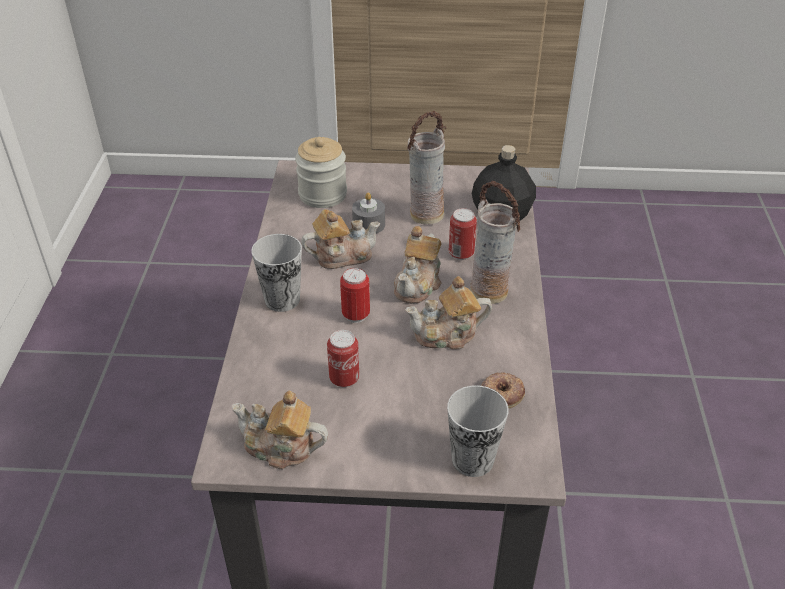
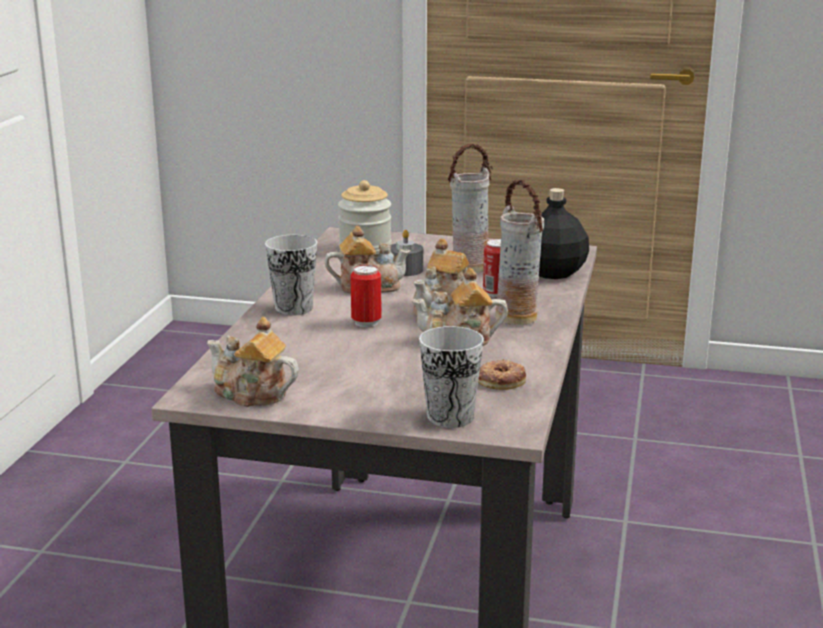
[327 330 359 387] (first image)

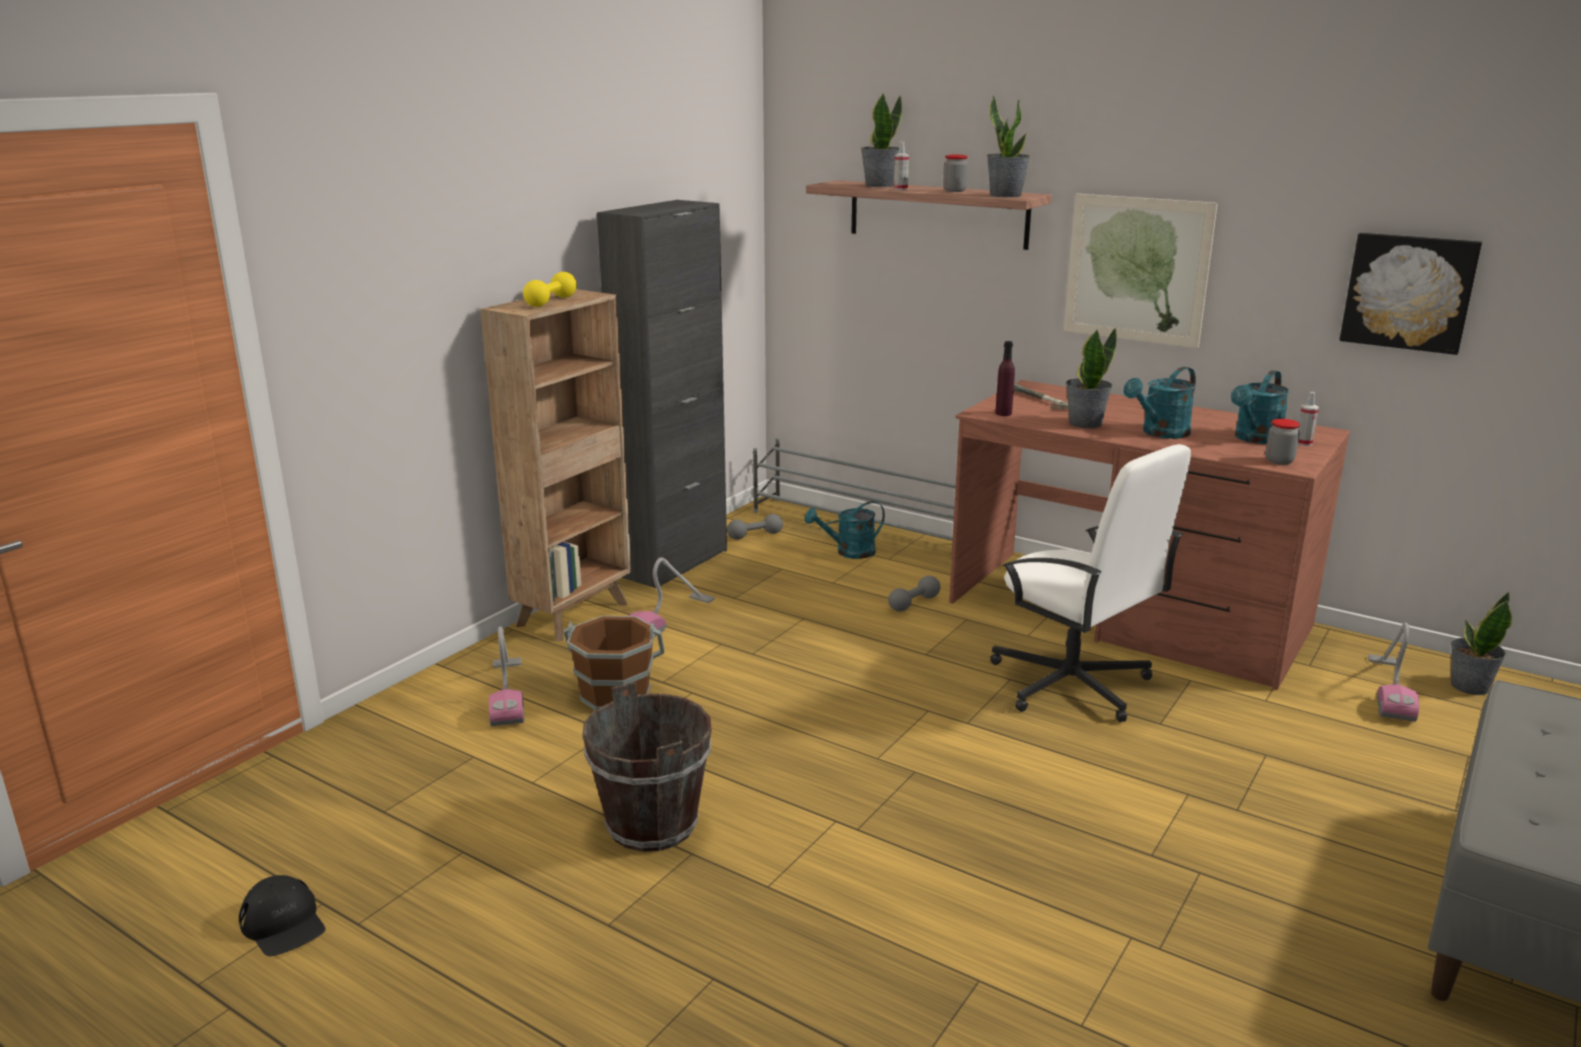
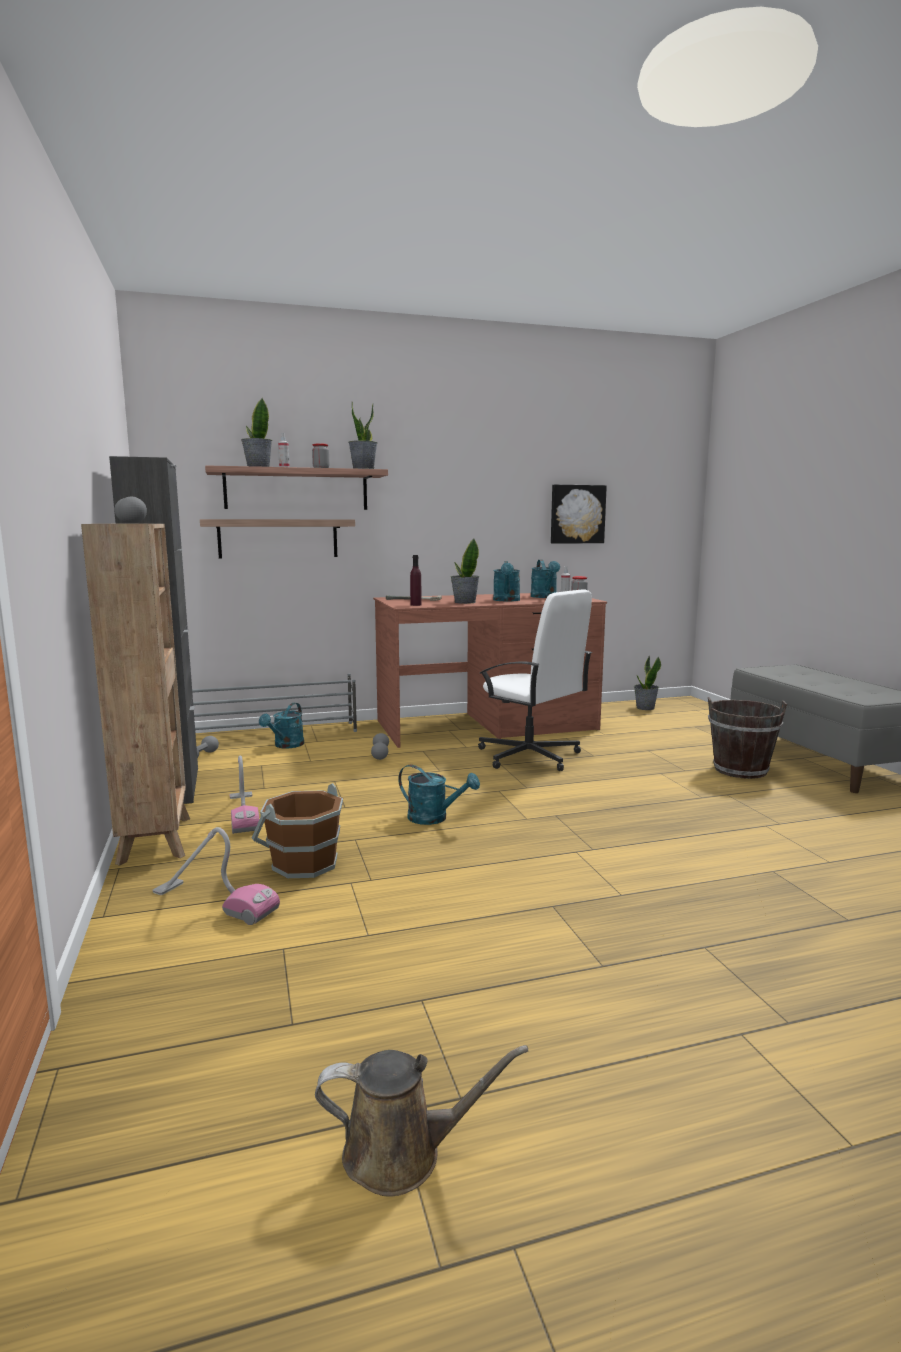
[1064 194 1218 348] (first image)
[1368 623 1419 722] (first image)
[200 519 355 558]
[398 765 480 825]
[708 697 787 779]
[315 1045 528 1197]
[114 496 147 523]
[478 590 592 771]

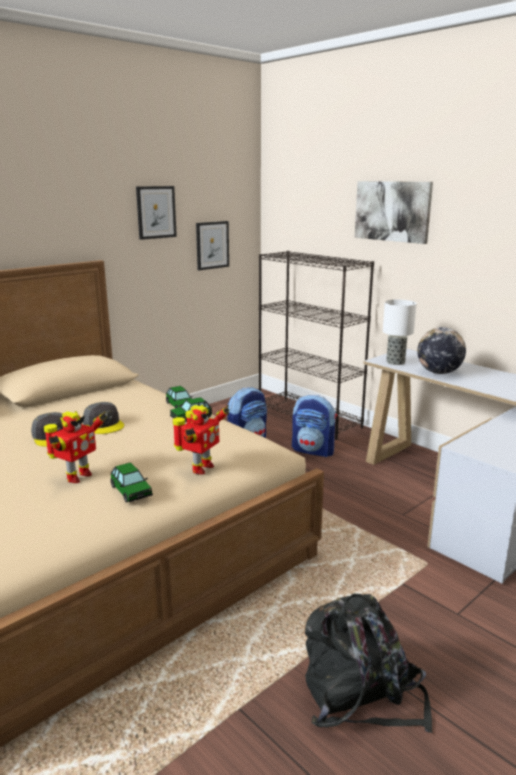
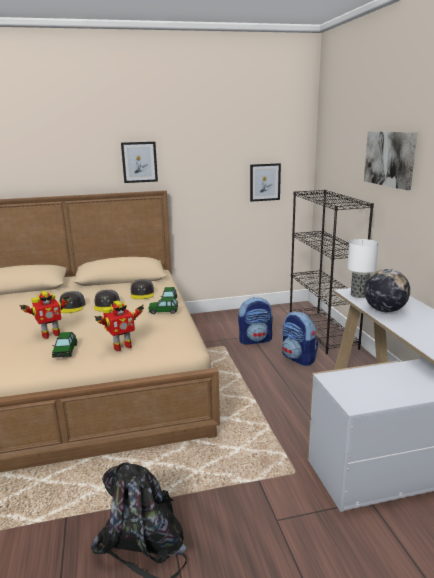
[131 279 154 299]
[121 142 158 183]

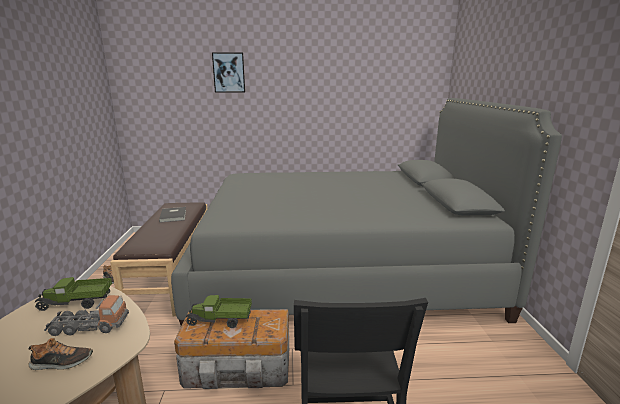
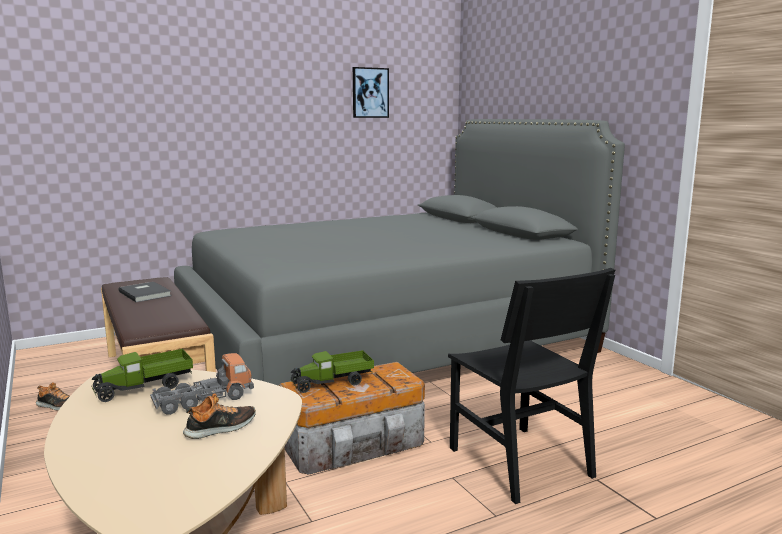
[353 67 389 118]

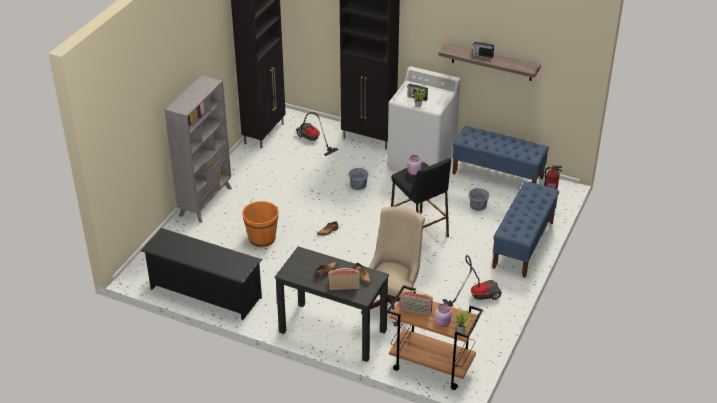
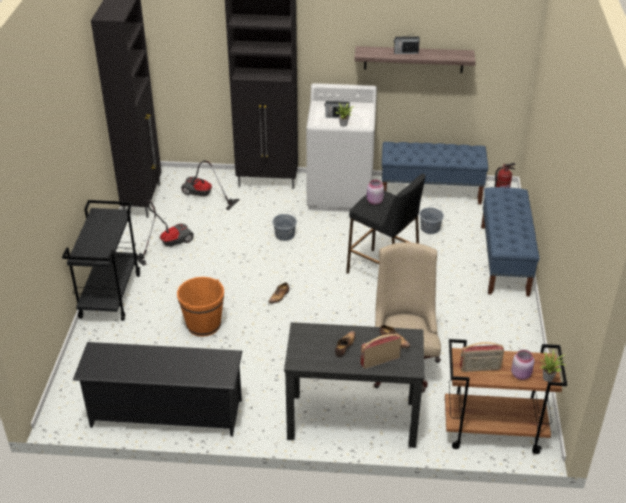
[137 200 194 266]
[62 200 140 321]

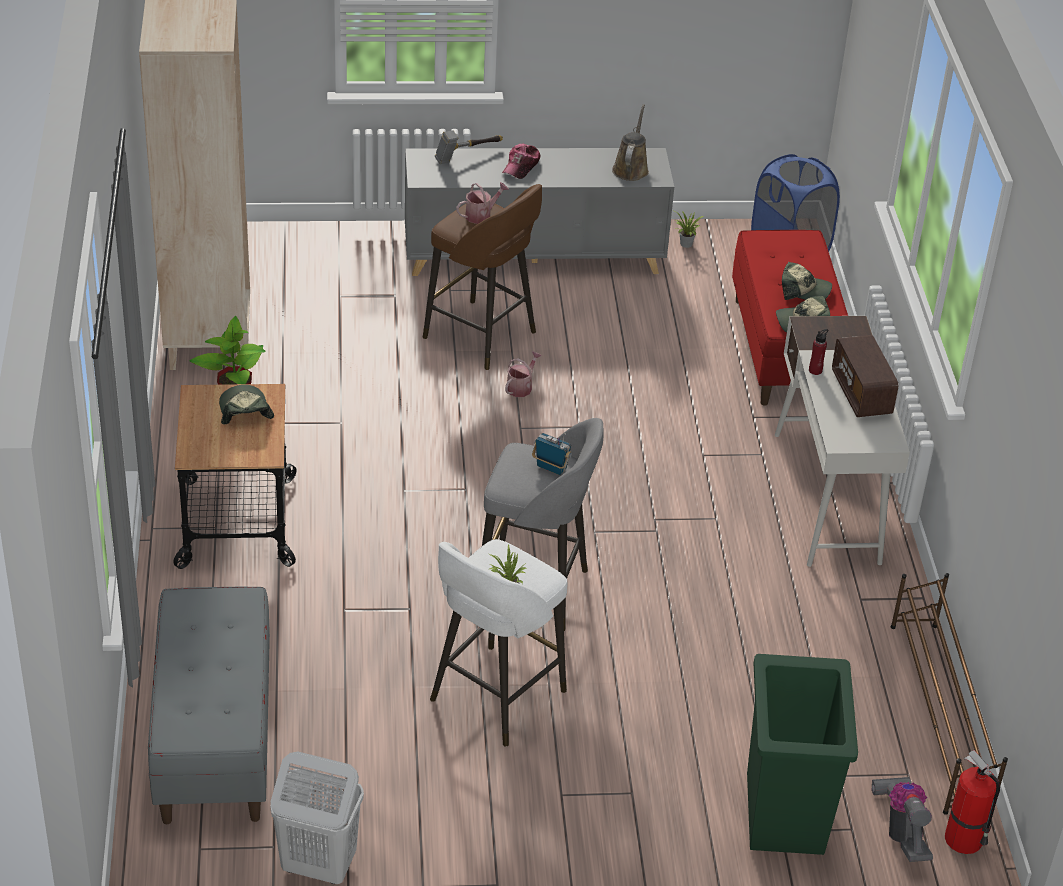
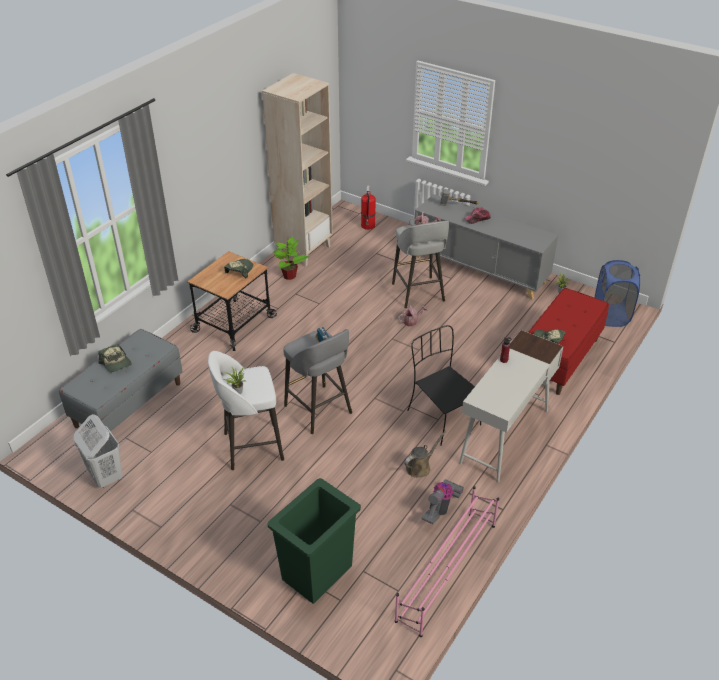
[832 335 898 417] (first image)
[407 325 481 446]
[404 431 446 478]
[98 344 132 372]
[421 479 464 524]
[361 185 376 230]
[392 221 449 308]
[395 486 499 637]

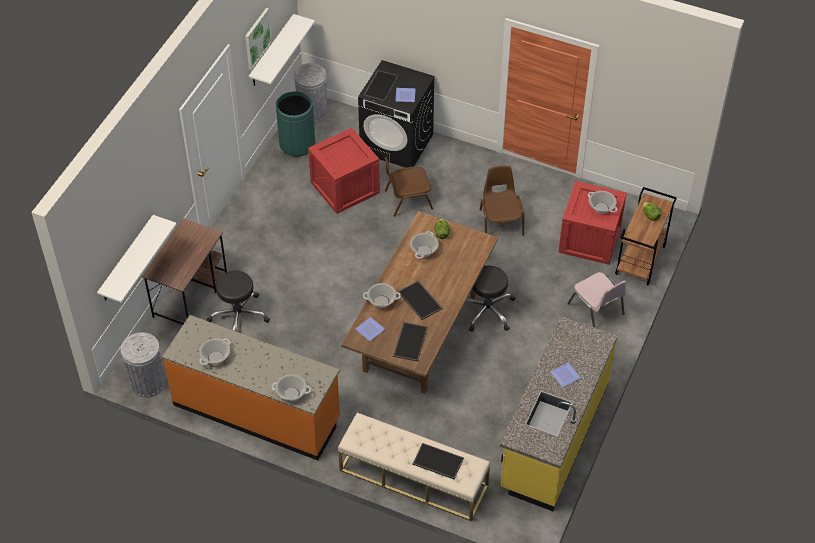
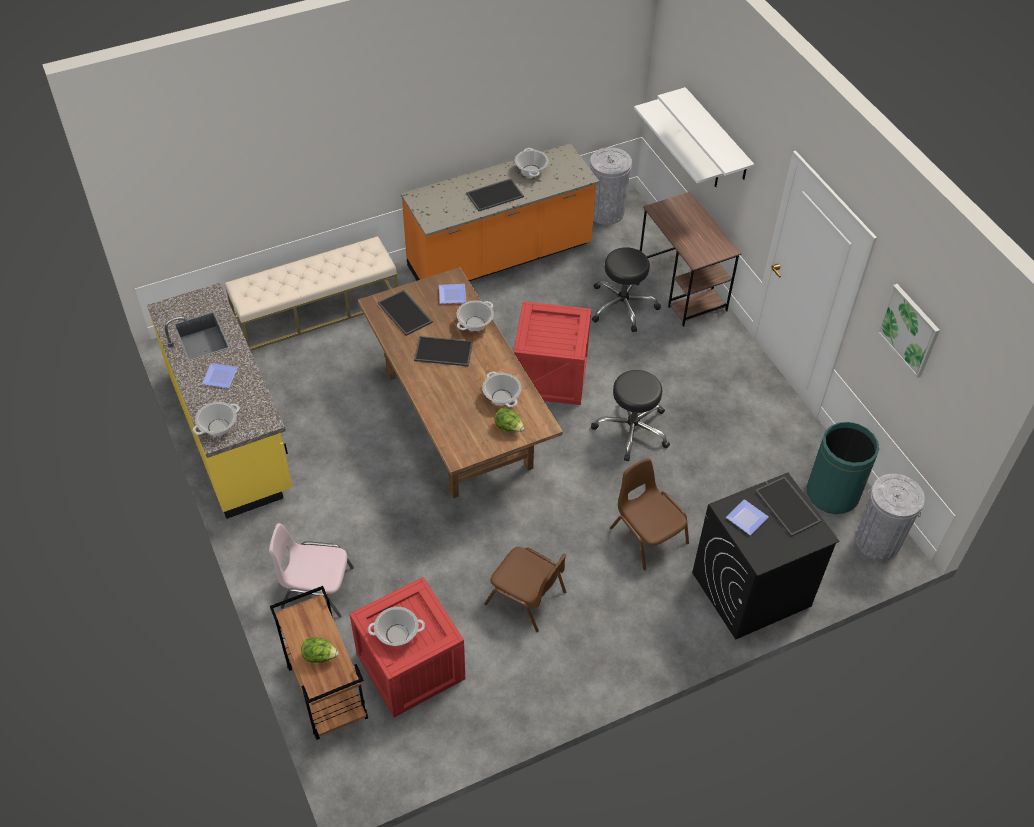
[657 87 754 180]
[193 402 240 436]
[514 301 591 405]
[466 178 524 211]
[591 370 670 461]
[610 458 689 570]

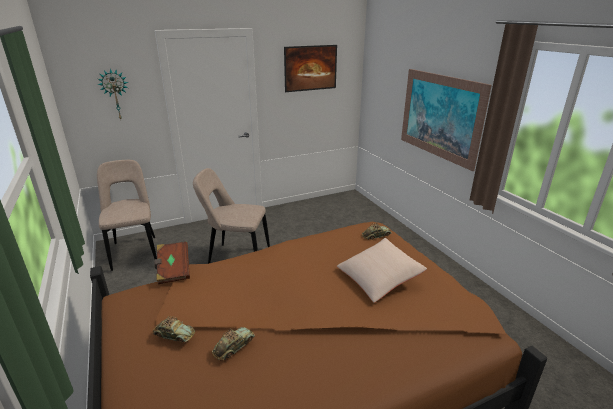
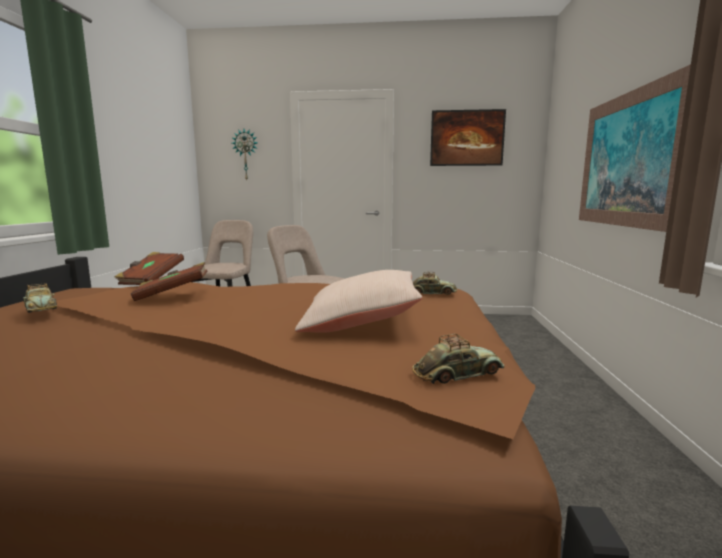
[131 262 208 301]
[412 334 505 384]

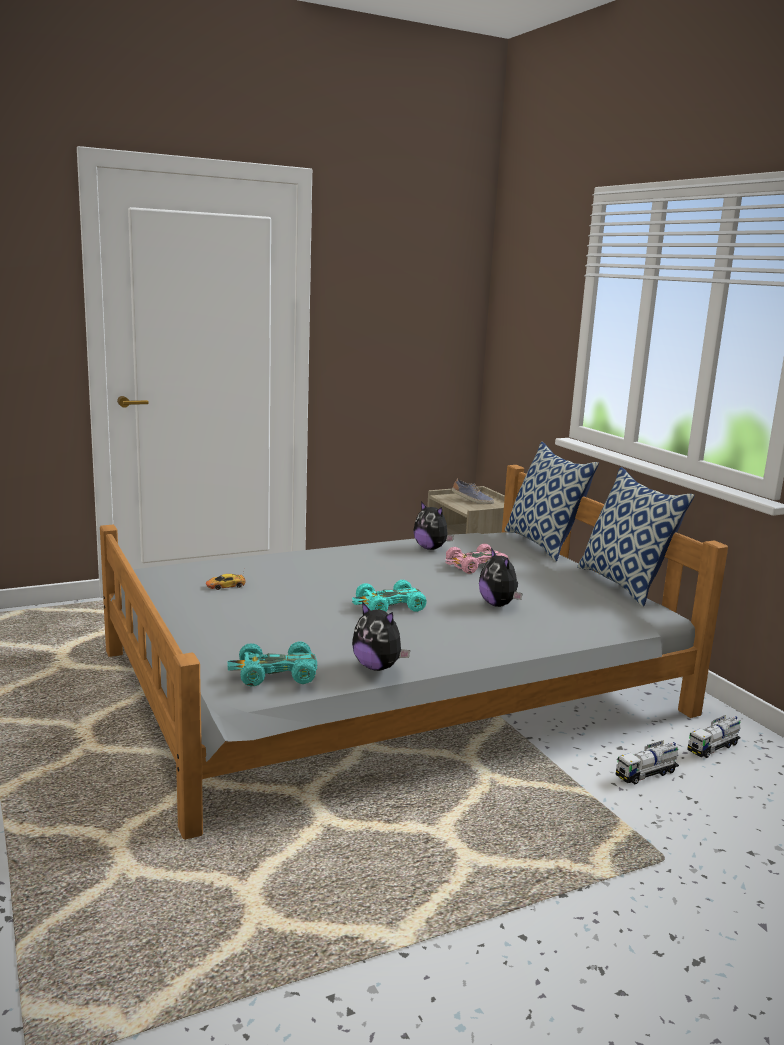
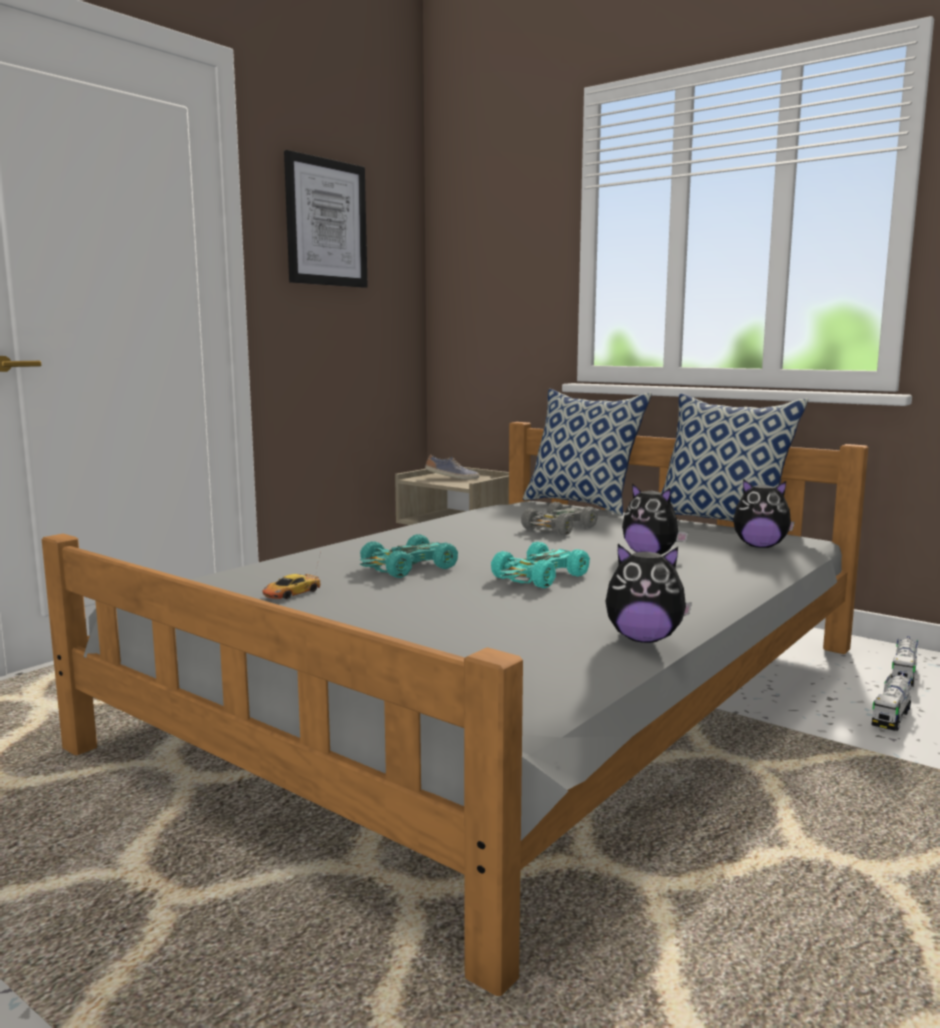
[284 150 368 288]
[360 534 458 578]
[733 479 795 548]
[521 502 598 535]

